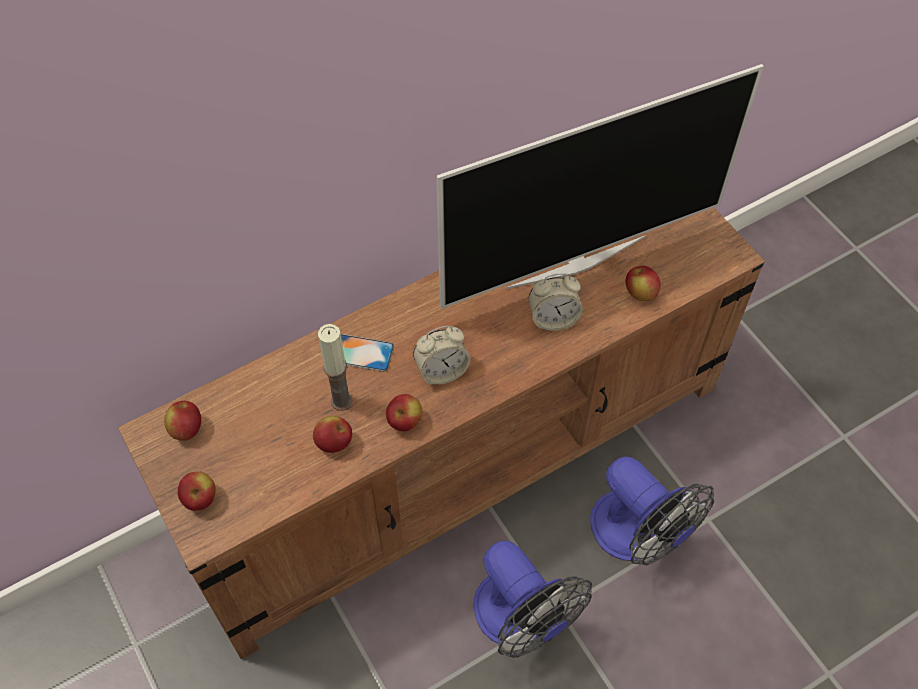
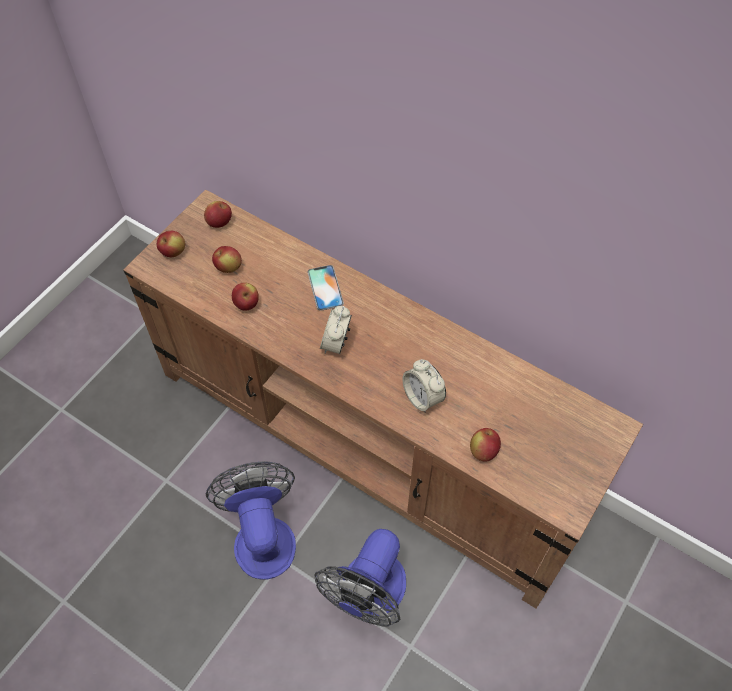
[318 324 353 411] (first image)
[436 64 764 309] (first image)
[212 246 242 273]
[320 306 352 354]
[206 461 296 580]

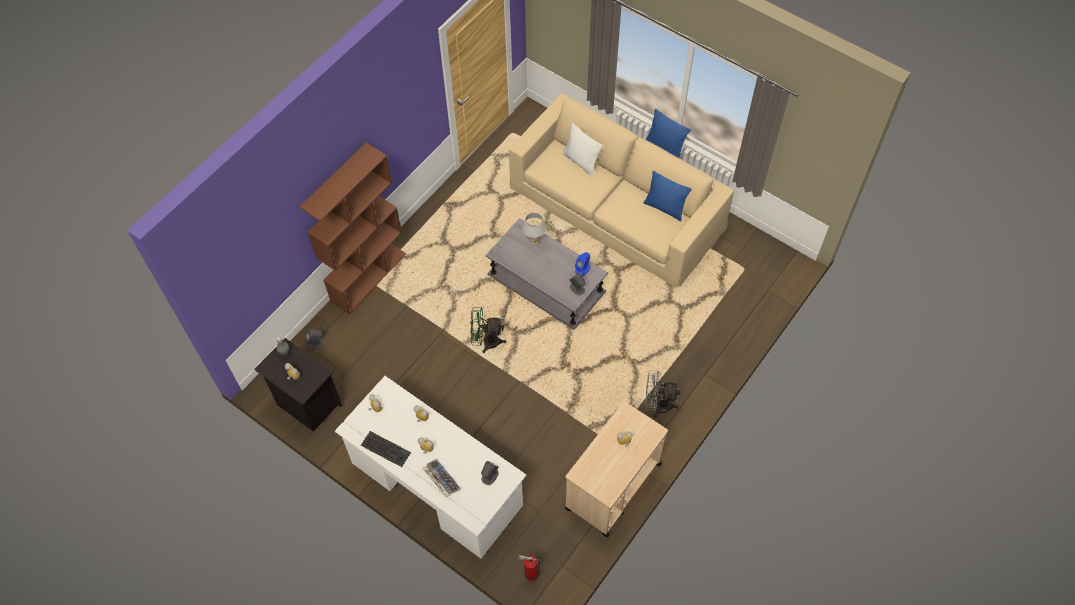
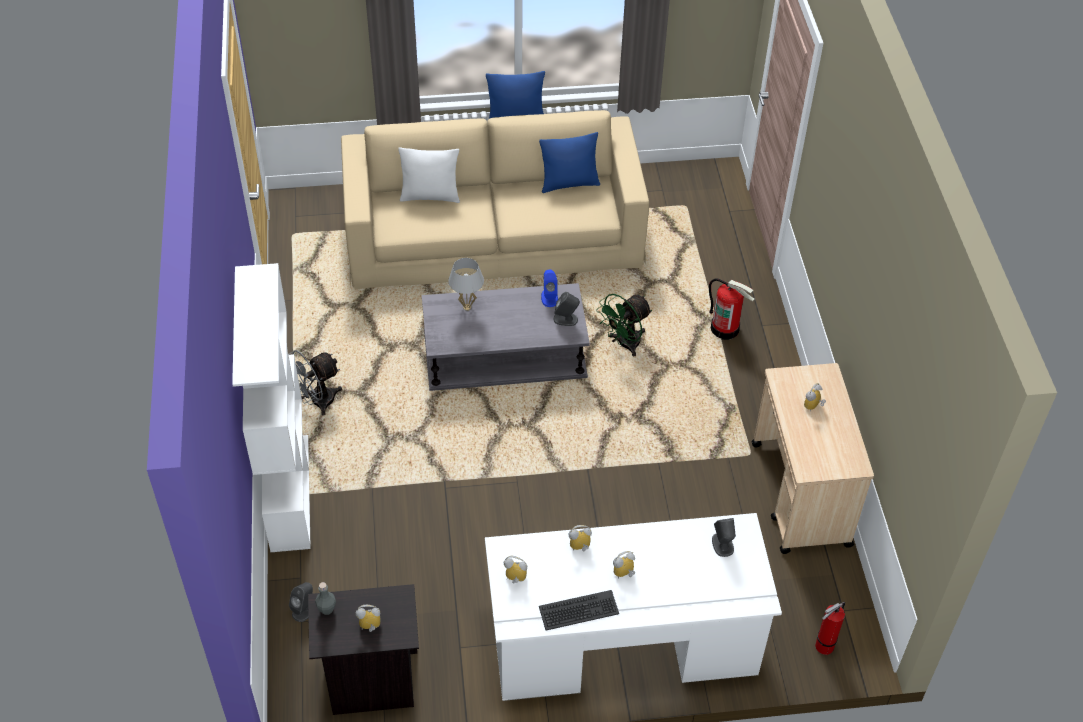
[422 459 461 497] (first image)
[709 278 754 340]
[596 294 652 356]
[288 350 342 416]
[232 263 311 552]

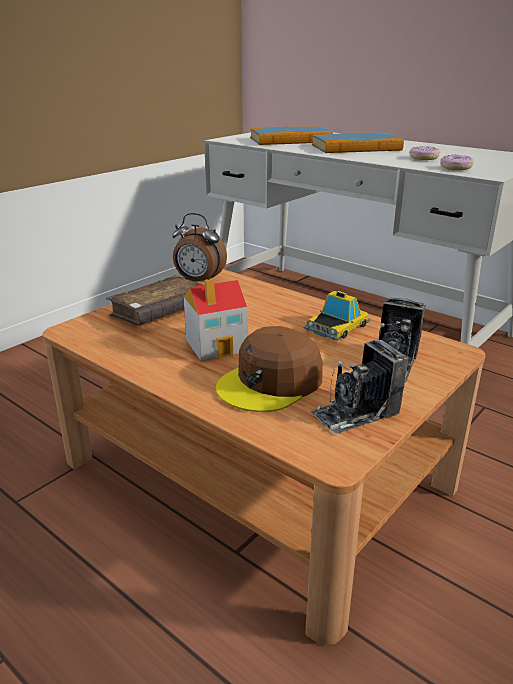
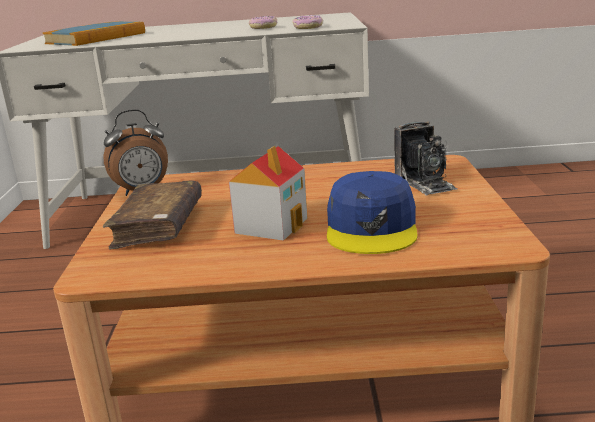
[304 291 371 341] (first image)
[310 339 409 434] (first image)
[312 133 404 153] (first image)
[327 171 418 254]

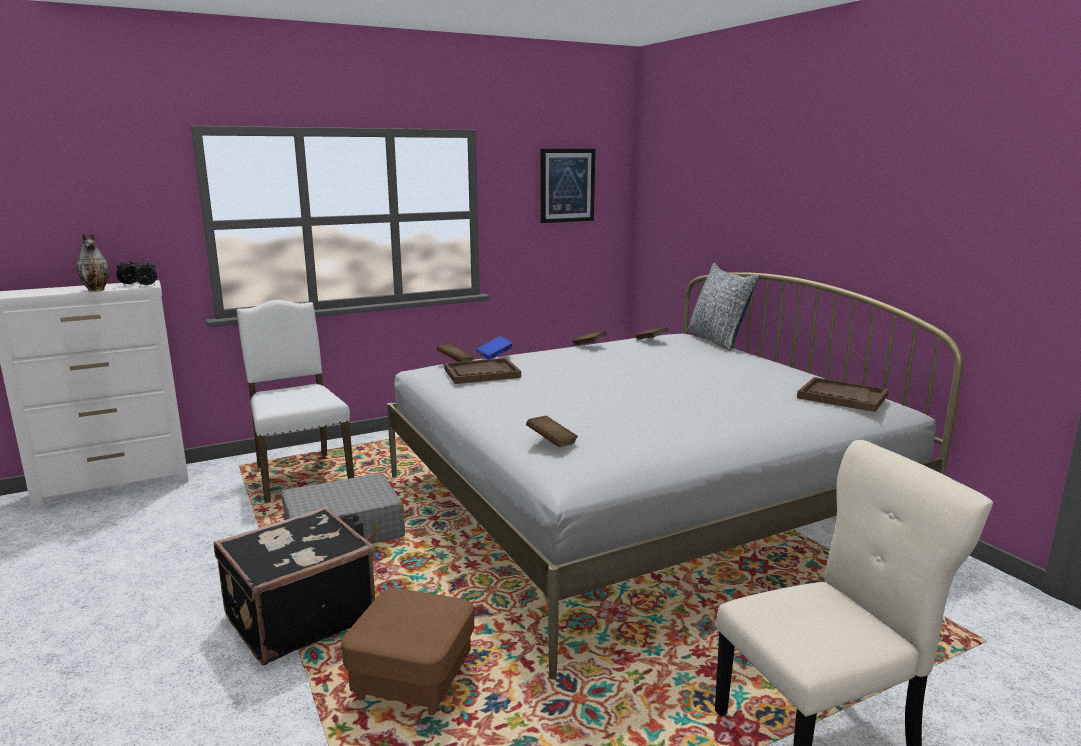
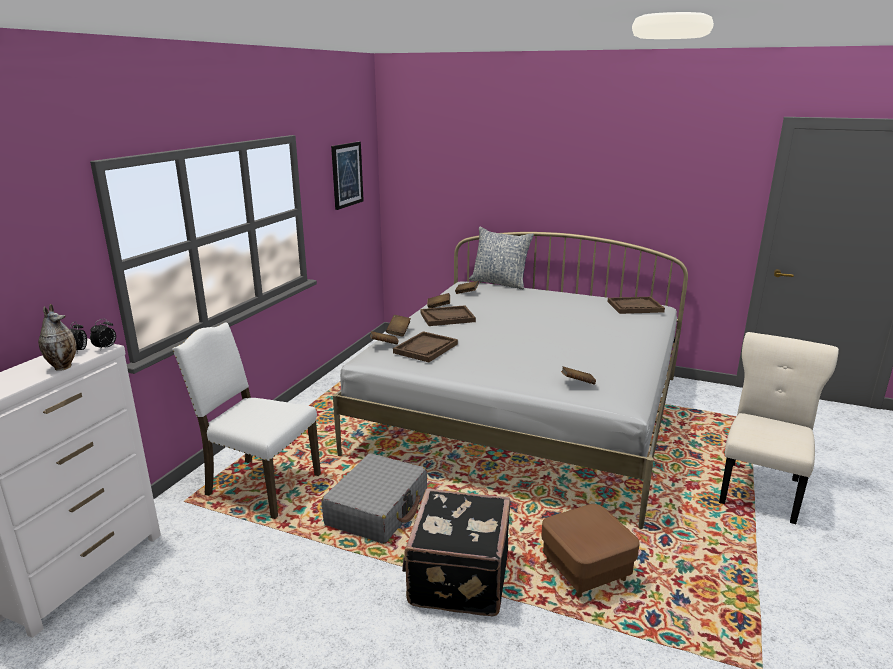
[420 305 476 326]
[386 315 411 337]

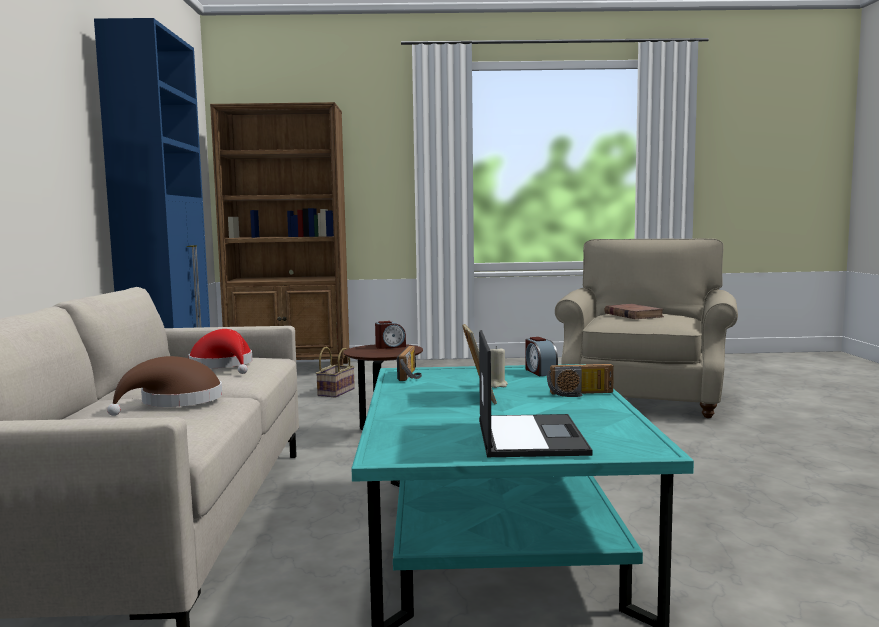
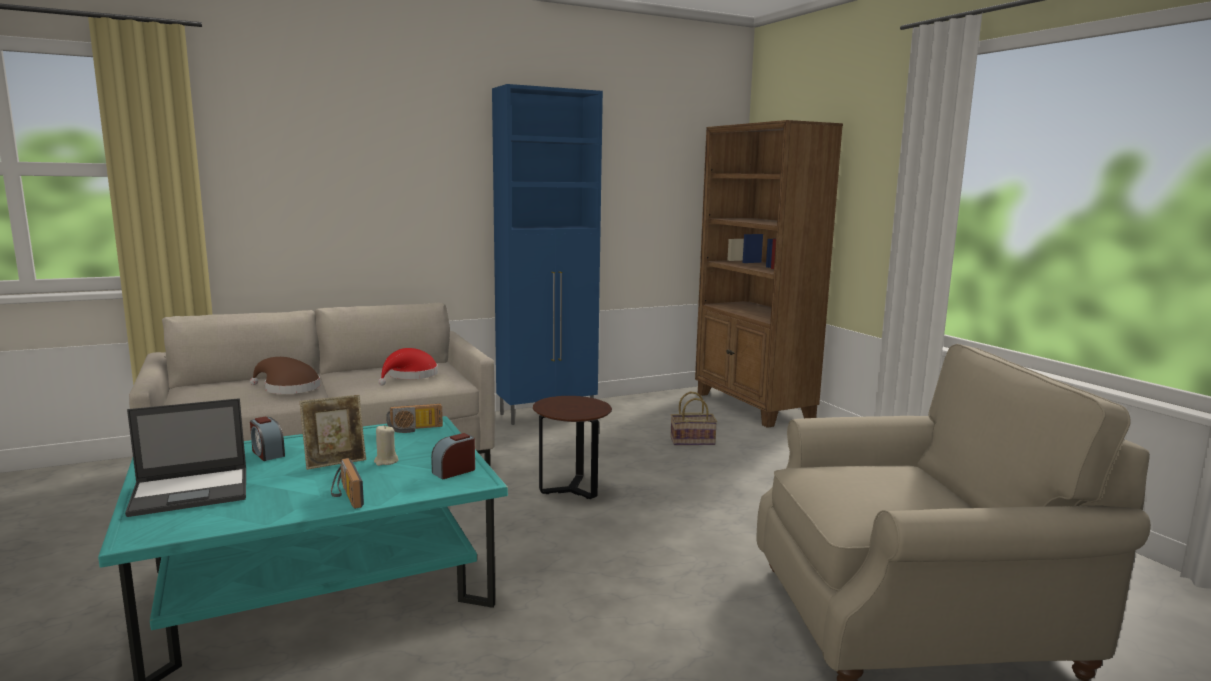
[604 304 664 319] (first image)
[250 416 285 461]

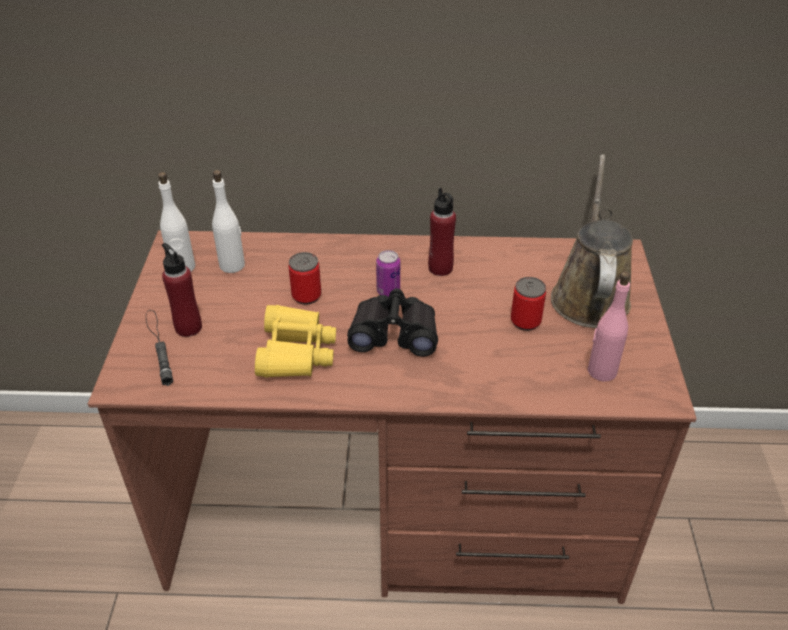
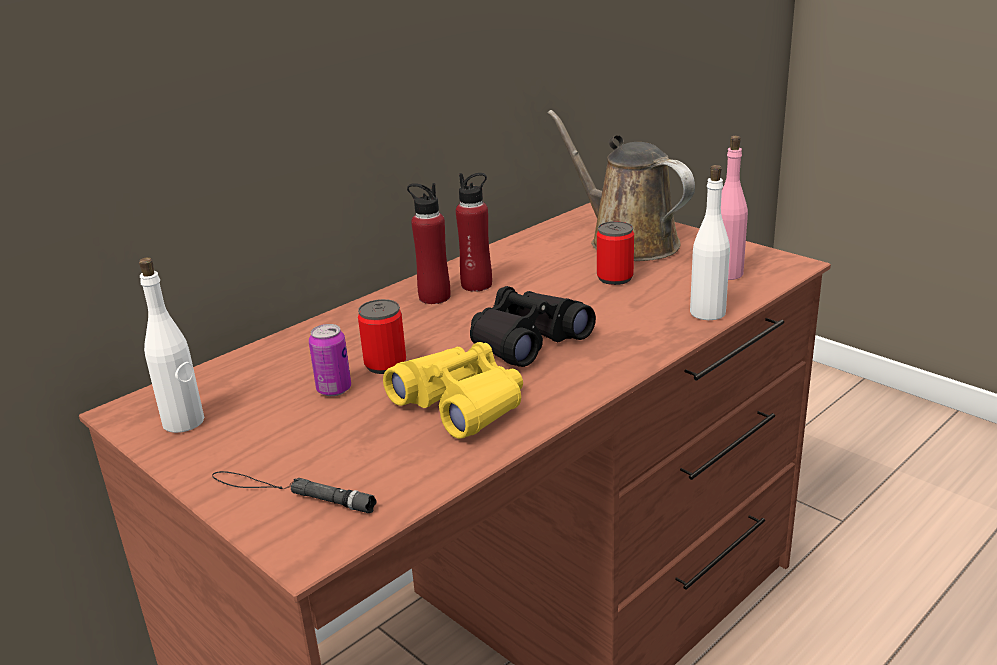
[407 183 450 304]
[690 165 730 320]
[309 324 351 396]

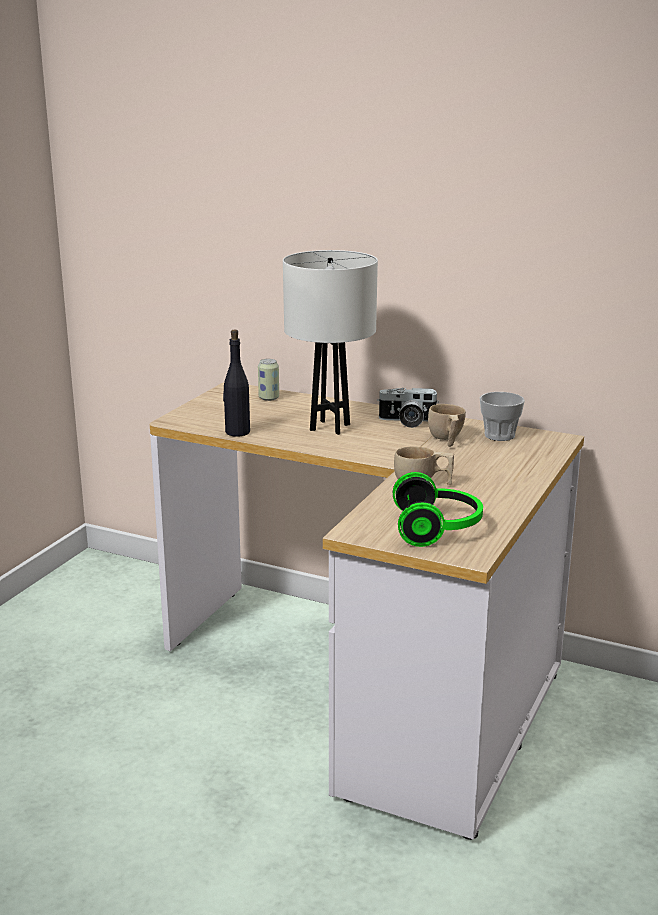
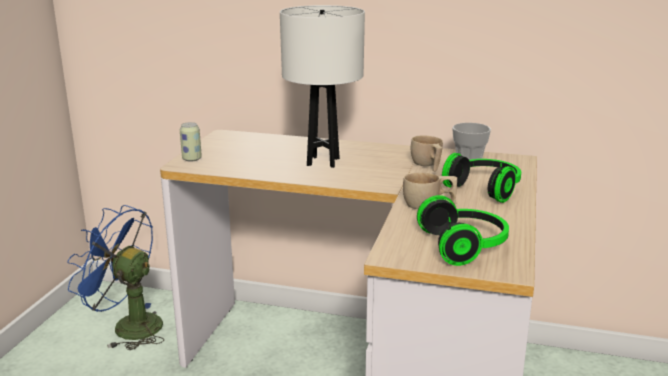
[223 330 250 437] (first image)
[377 388 439 428] (first image)
[67 205 164 350]
[442 153 521 203]
[180 122 202 162]

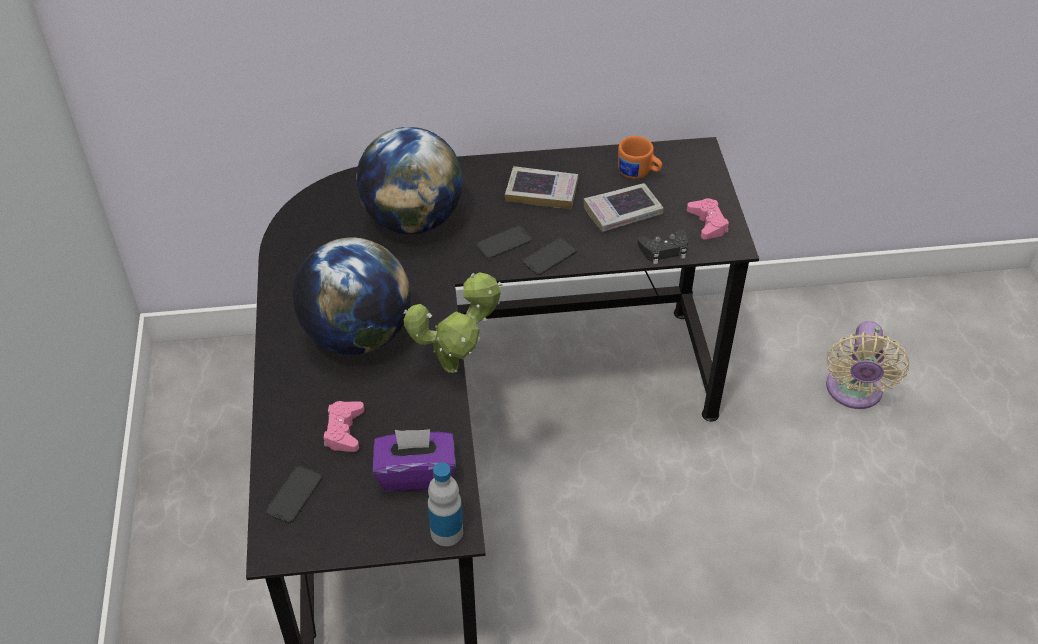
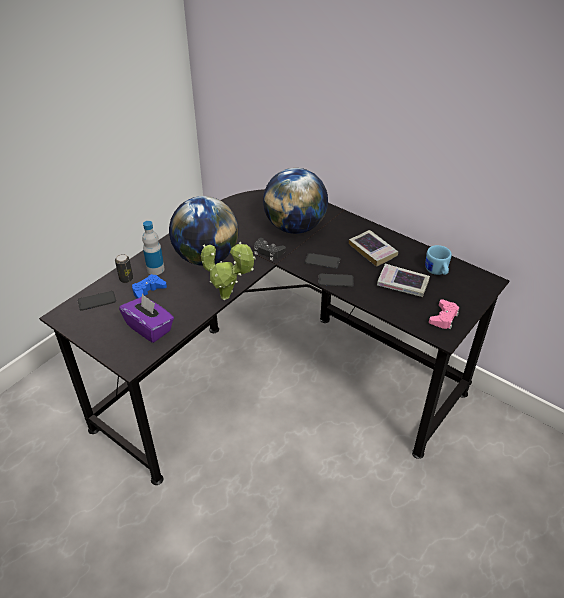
[826 321 909 409] (first image)
[115 254 133 283]
[142 221 165 275]
[254 238 286 261]
[132 274 167 299]
[425 245 452 275]

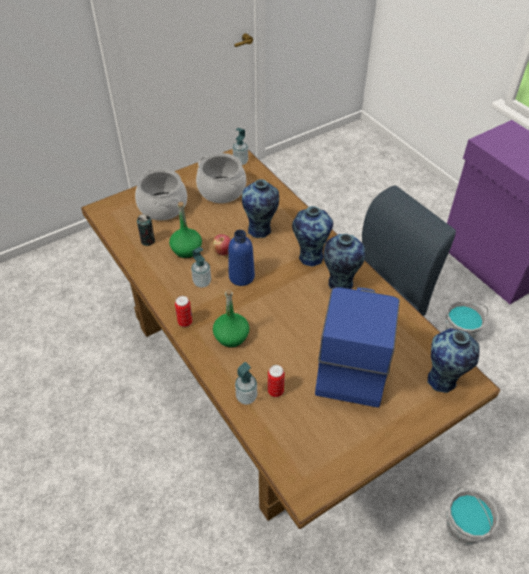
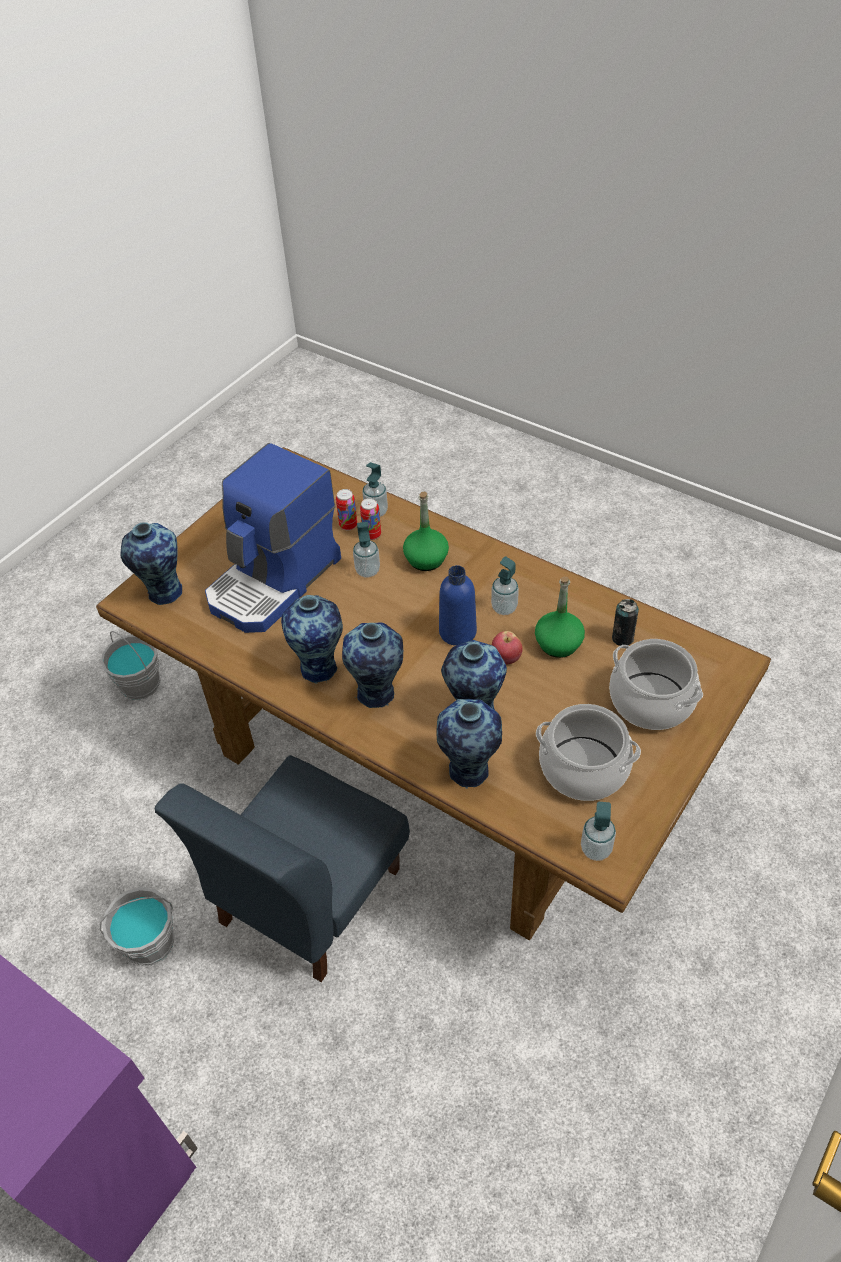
[353 521 380 577]
[437 699 502 789]
[360 498 381 540]
[205 443 341 633]

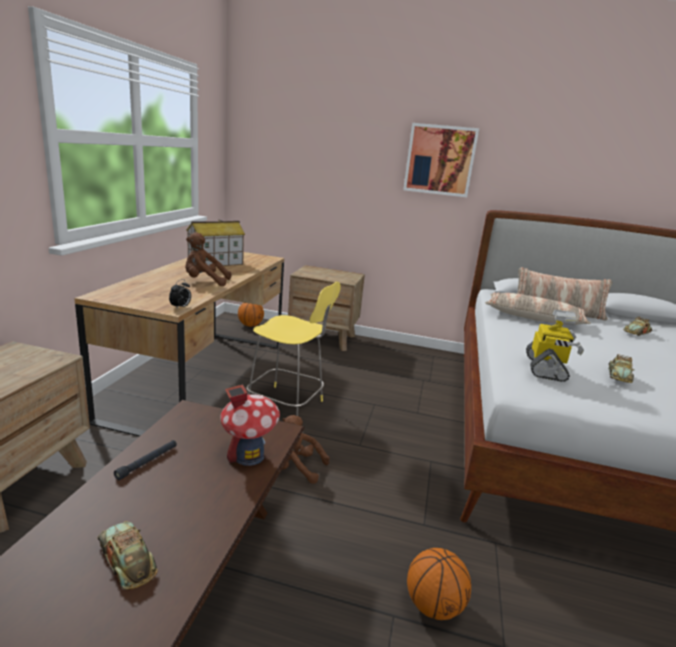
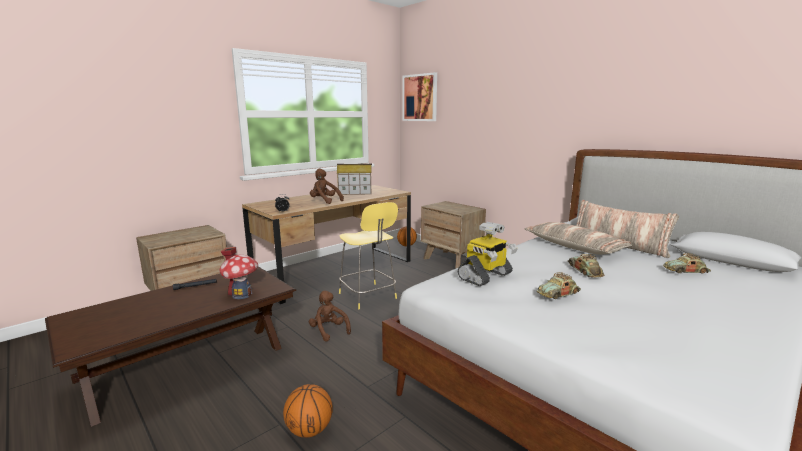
[568 254 605 278]
[403 72 437 121]

